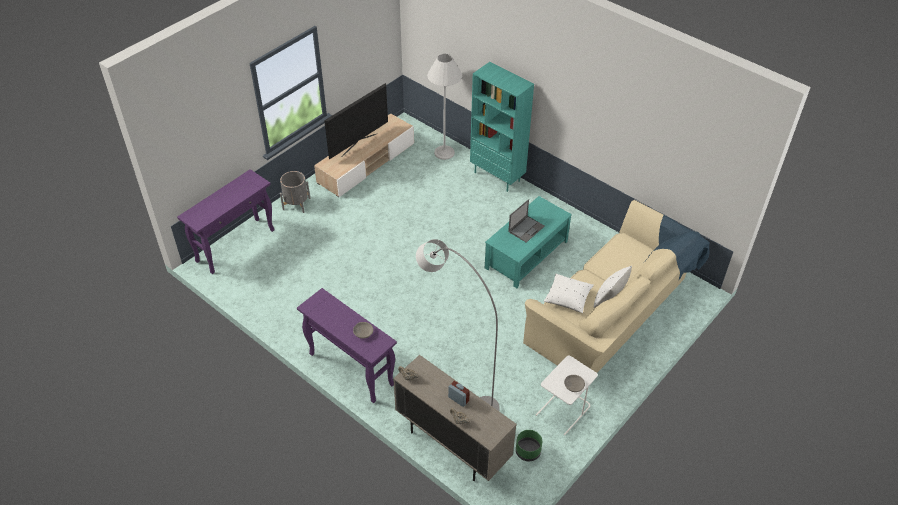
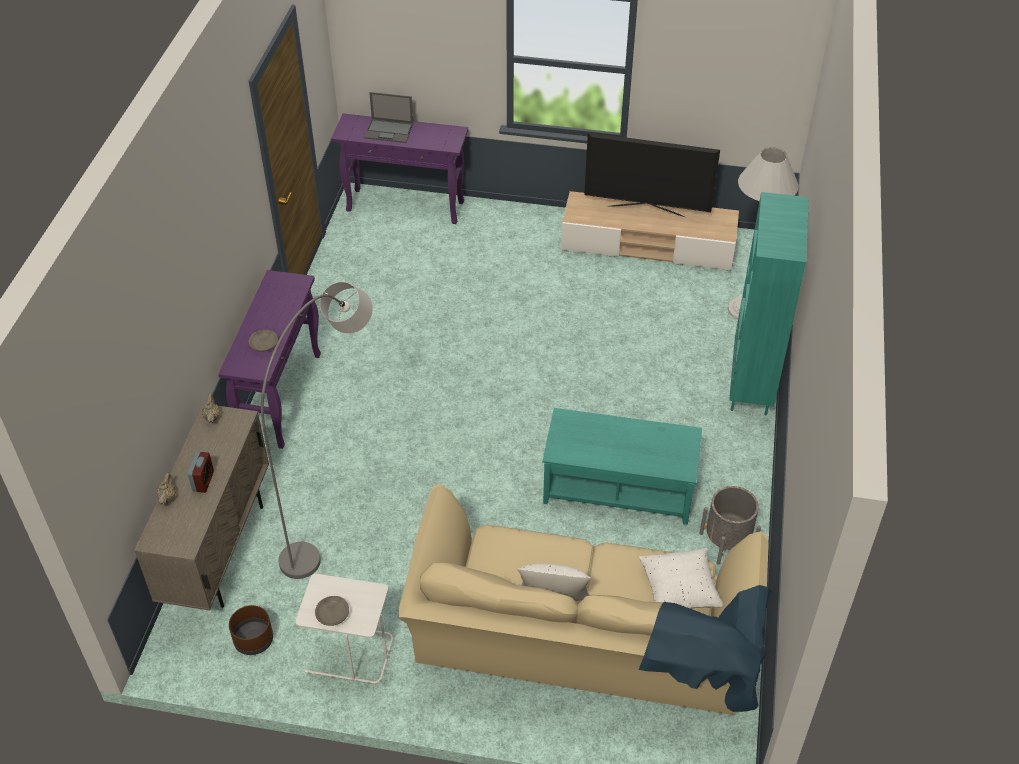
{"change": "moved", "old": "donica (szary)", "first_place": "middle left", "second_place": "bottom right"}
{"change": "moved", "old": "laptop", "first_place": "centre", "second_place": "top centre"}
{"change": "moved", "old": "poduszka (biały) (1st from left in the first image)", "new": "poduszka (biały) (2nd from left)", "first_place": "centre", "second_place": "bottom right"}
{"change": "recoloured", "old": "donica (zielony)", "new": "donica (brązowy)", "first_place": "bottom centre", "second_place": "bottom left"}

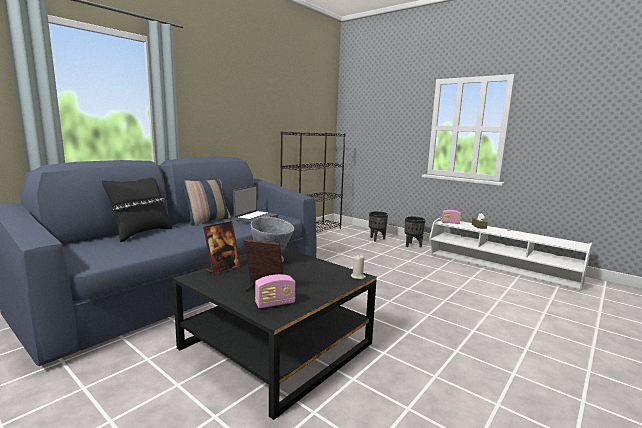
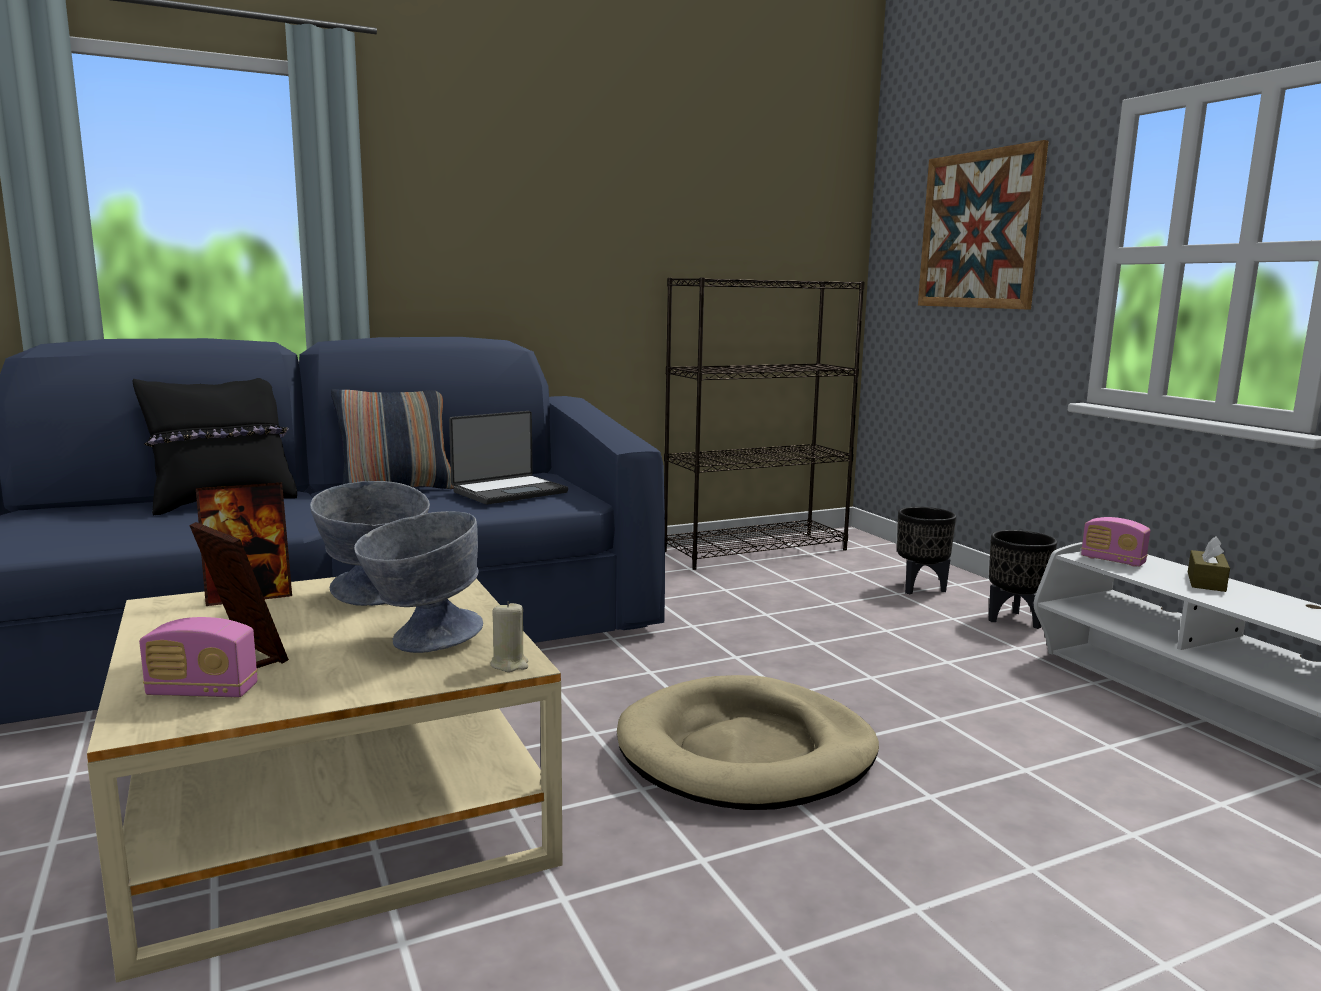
{"change": "recoloured", "old": "ława (czarny)", "new": "ława (beżowy)", "first_place": "bottom centre", "second_place": "bottom left"}
{"change": "added", "new": "obraz", "second_place": "top right"}
{"change": "added", "new": "miska (szary) (2nd from left)", "second_place": "middle left"}
{"change": "added", "new": "legowisko (beżowy)", "second_place": "bottom centre"}

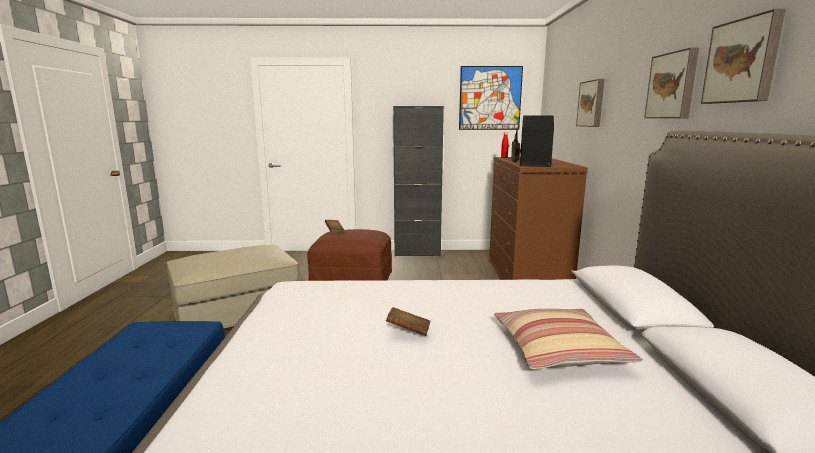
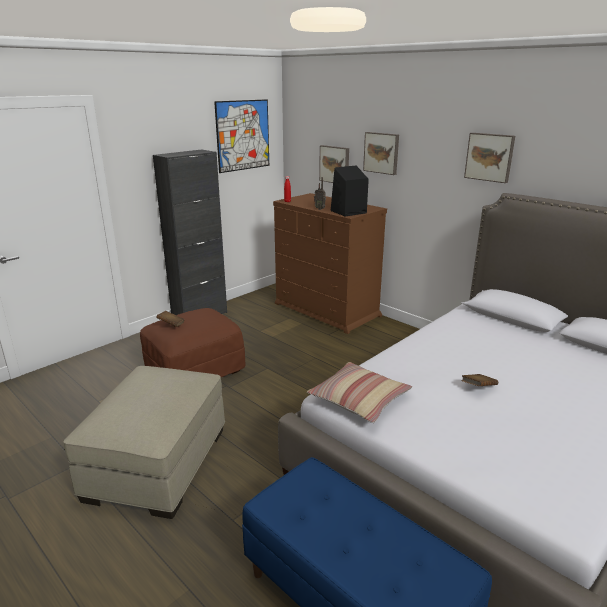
{"change": "moved", "old": "obraz (4th from left in the first image)", "new": "obraz (2nd from left)", "first_place": "top right", "second_place": "top centre"}
{"change": "moved", "old": "poduszka", "first_place": "bottom right", "second_place": "centre"}

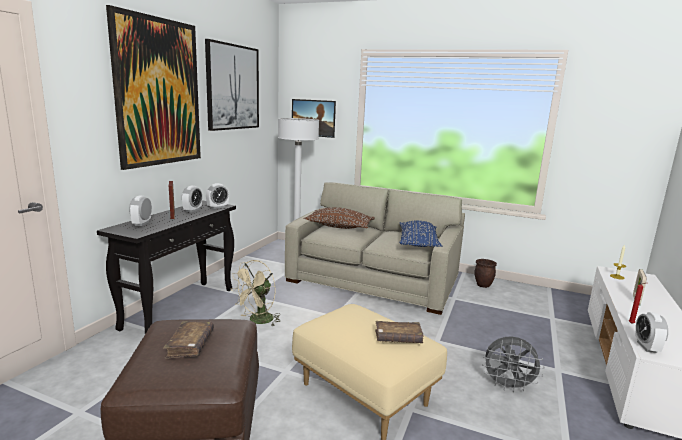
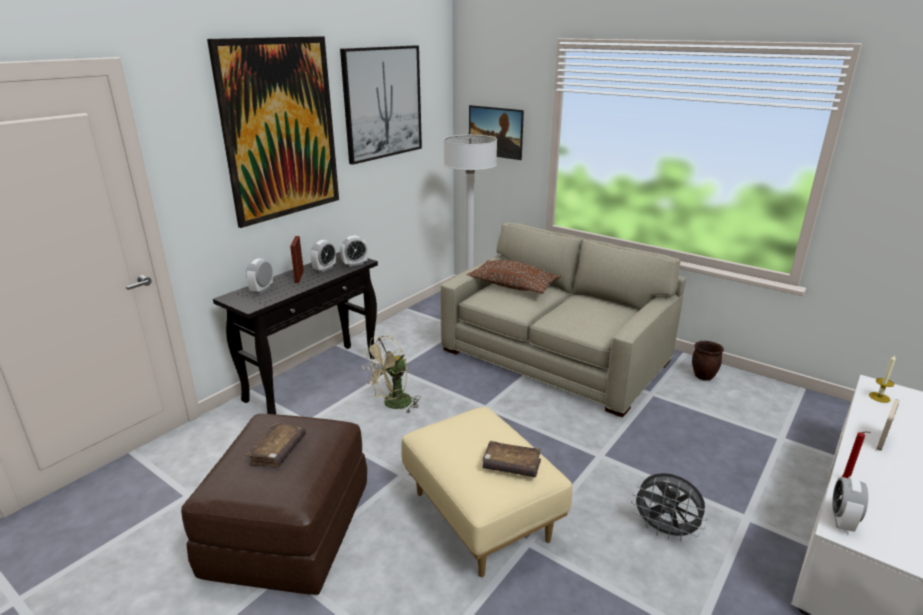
{"change": "removed", "old": "poduszka (niebieski)", "first_place": "centre"}

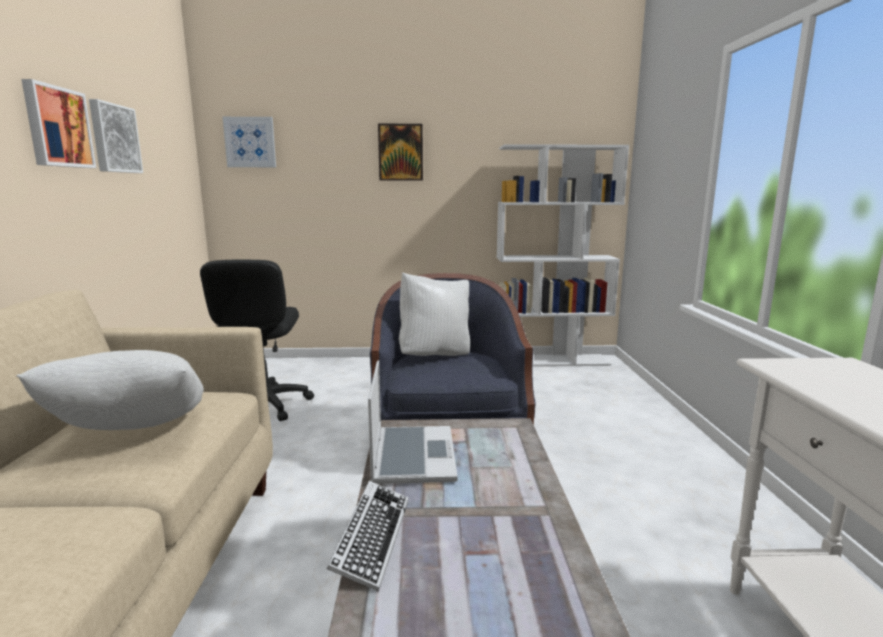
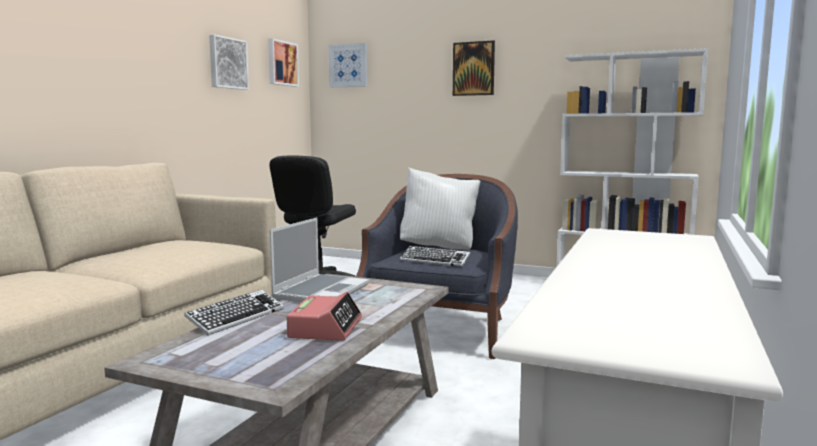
{"change": "moved", "old": "obraz (1st from left in the first image)", "new": "obraz (2nd from left)", "first_place": "top left", "second_place": "top centre"}
{"change": "removed", "old": "poduszka (biały) (1st from left)", "first_place": "middle left"}
{"change": "added", "new": "klawiatura (2nd from left)", "second_place": "centre"}
{"change": "added", "new": "budzik", "second_place": "bottom centre"}

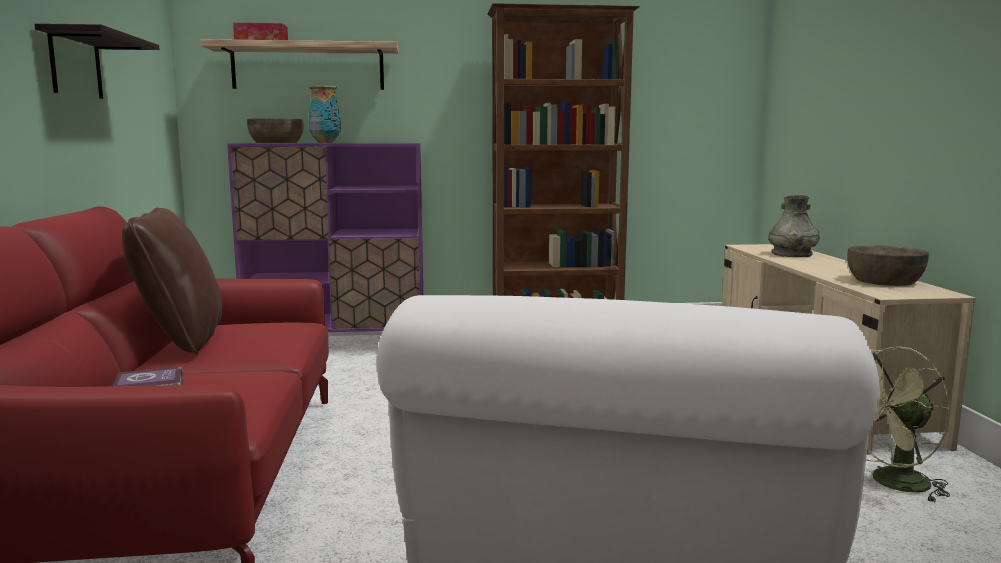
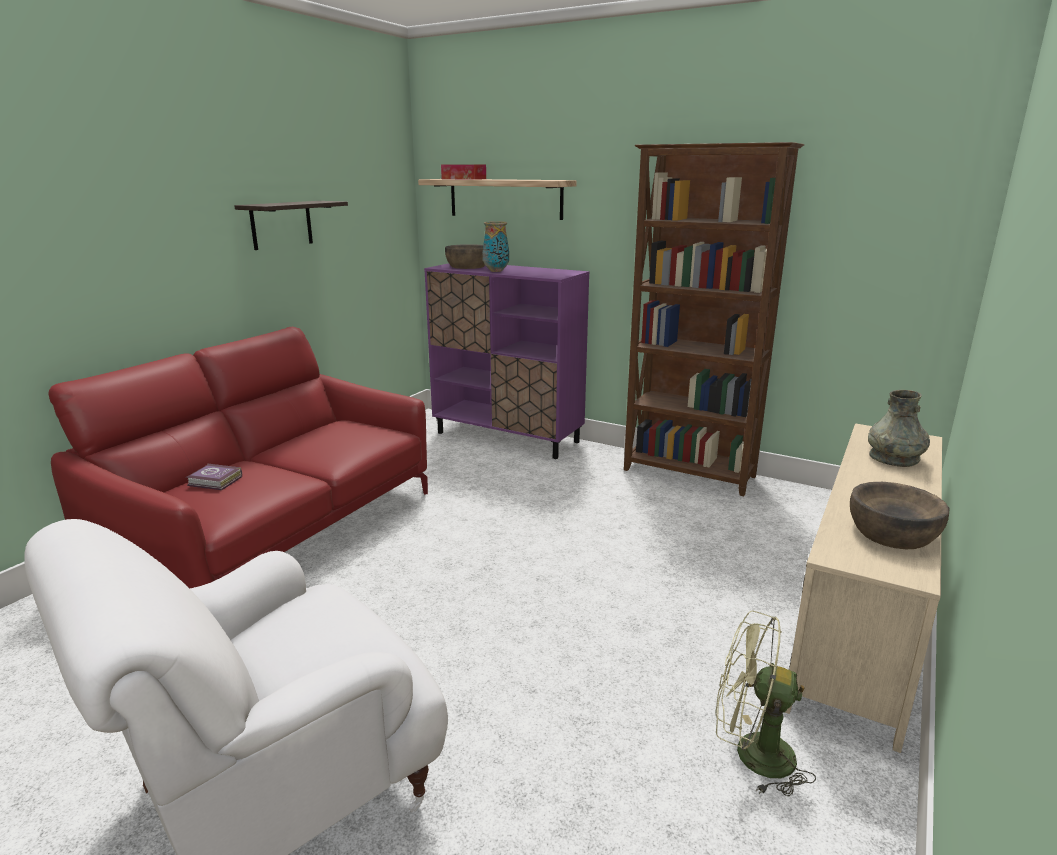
{"change": "removed", "old": "poduszka (brązowy)", "first_place": "middle left"}

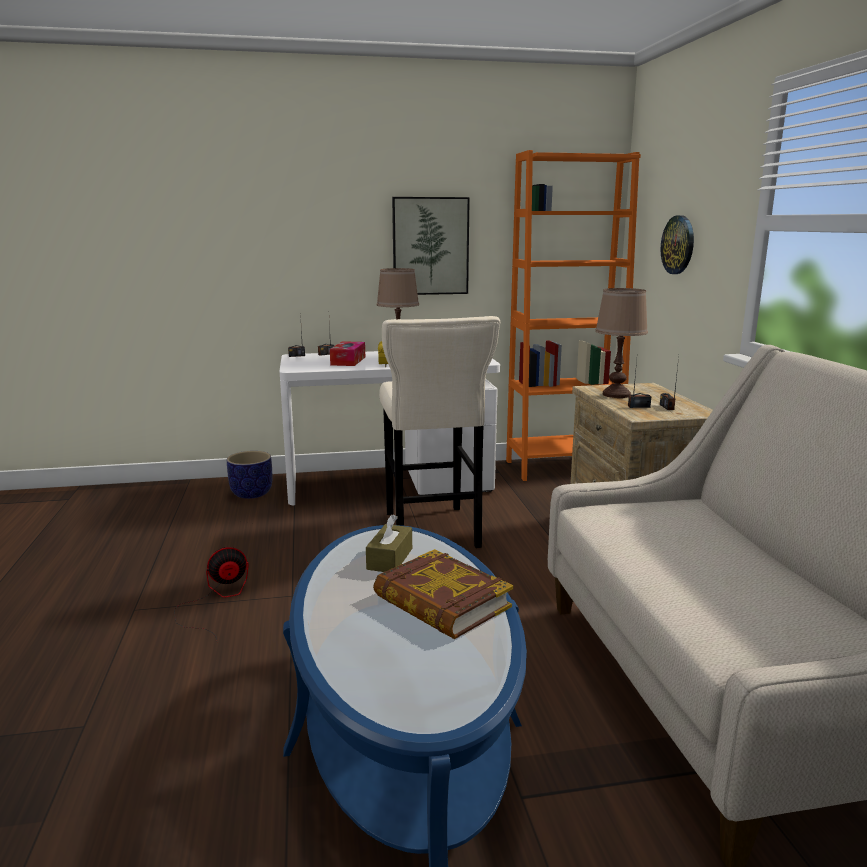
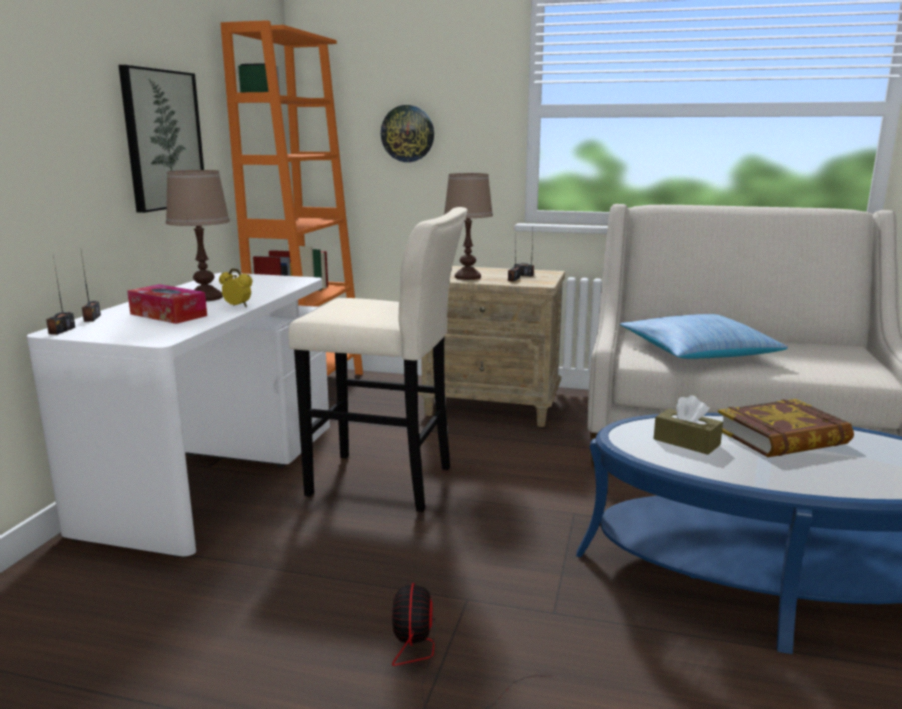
{"change": "removed", "old": "donica", "first_place": "middle left"}
{"change": "added", "new": "poduszka", "second_place": "middle right"}

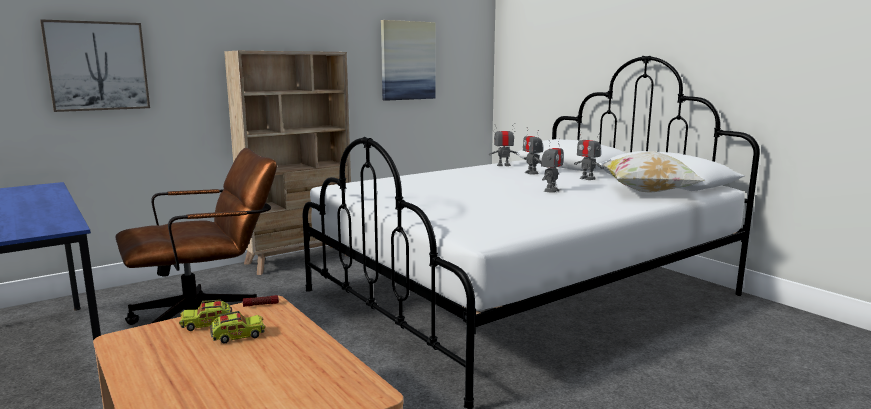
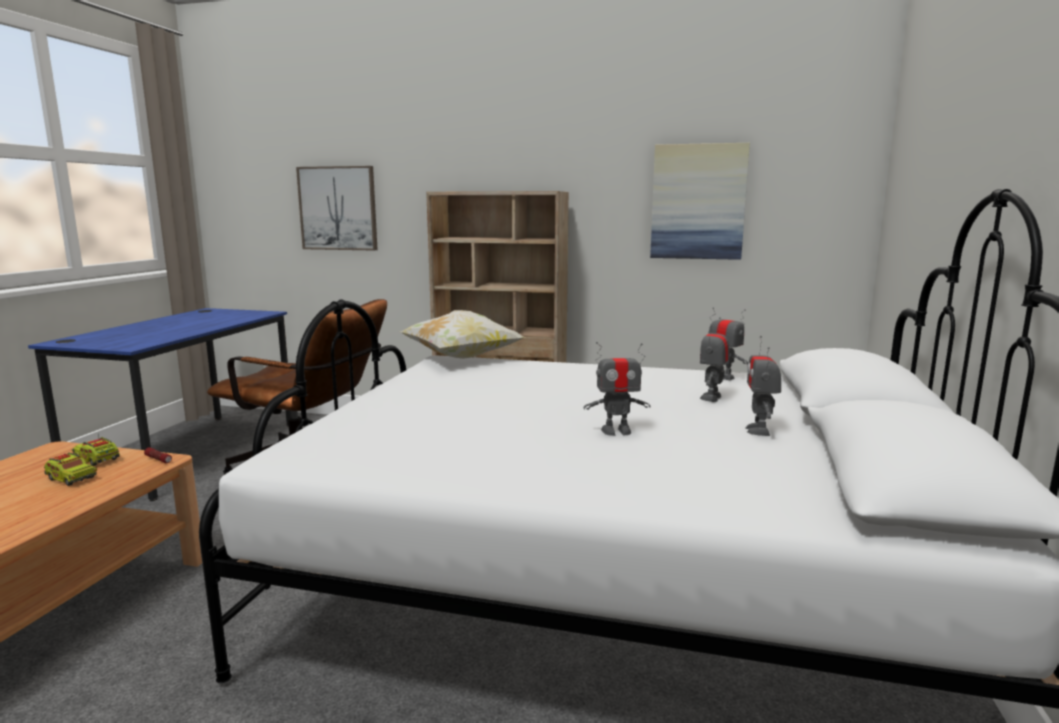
{"change": "moved", "old": "poduszka", "first_place": "middle right", "second_place": "centre"}

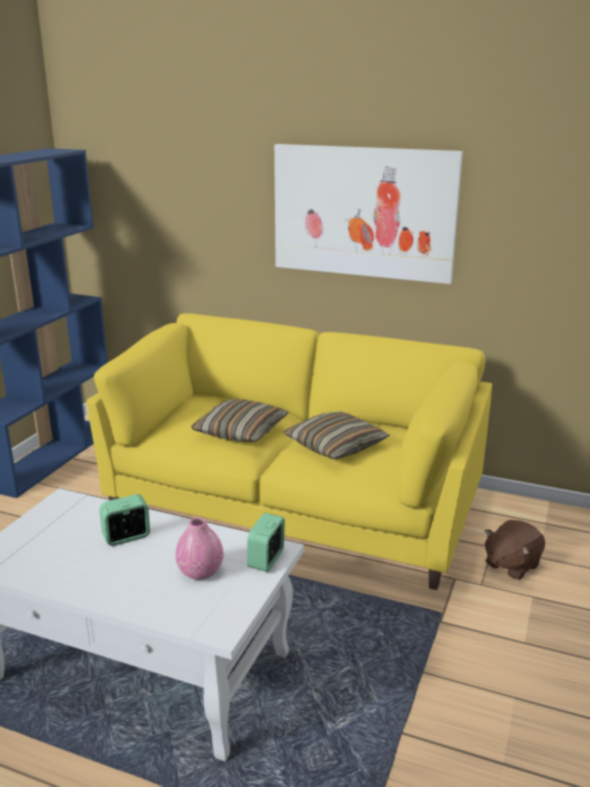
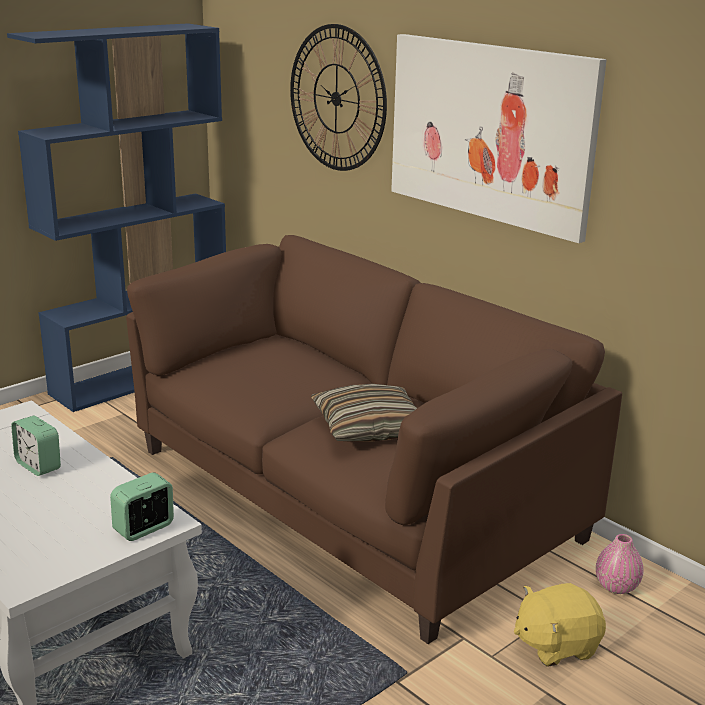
{"change": "recoloured", "old": "kanapa (żółty)", "new": "kanapa (brązowy)", "first_place": "centre", "second_place": "centre"}
{"change": "removed", "old": "poduszka (1st from left)", "first_place": "centre"}
{"change": "turned", "old": "budzik (1st from left)", "first_place": "middle left", "second_place": "middle left", "degrees": -135}
{"change": "moved", "old": "wazon (różowy)", "first_place": "bottom centre", "second_place": "bottom right"}
{"change": "recoloured", "old": "pluszak (brązowy)", "new": "pluszak (żółty)", "first_place": "bottom right", "second_place": "bottom right"}
{"change": "added", "new": "zegar ścienny", "second_place": "top centre"}

